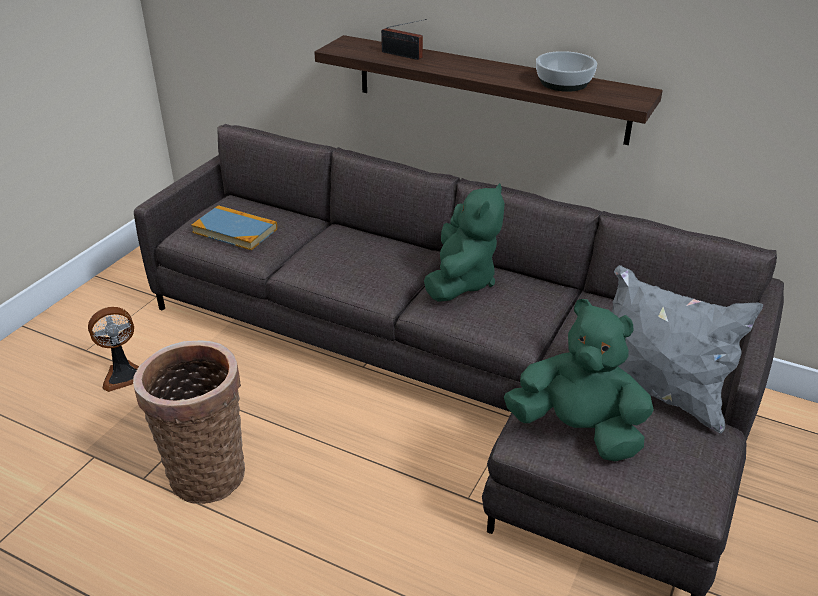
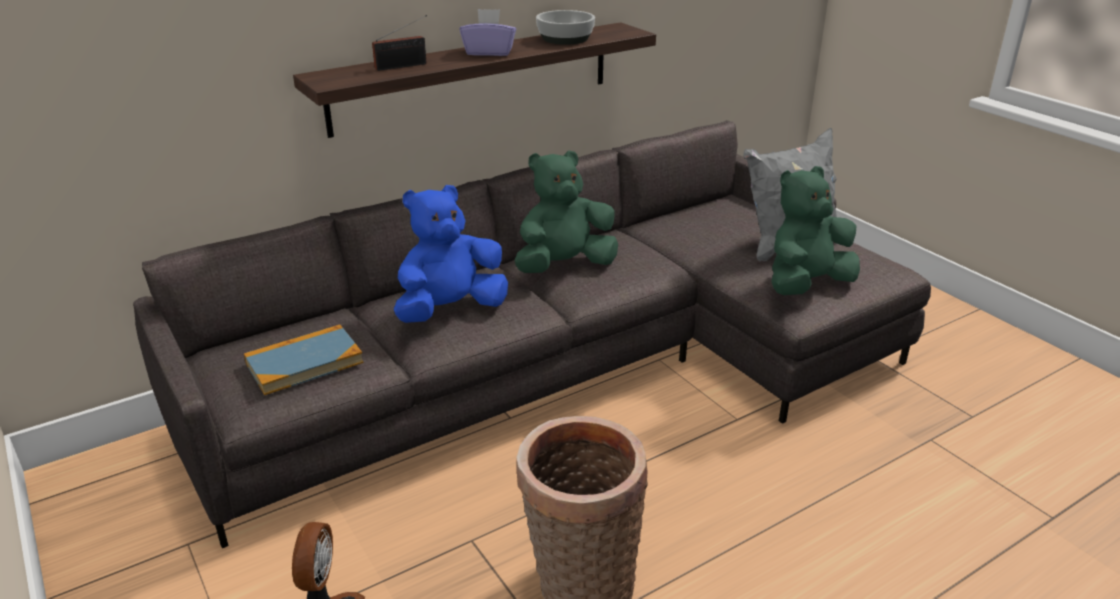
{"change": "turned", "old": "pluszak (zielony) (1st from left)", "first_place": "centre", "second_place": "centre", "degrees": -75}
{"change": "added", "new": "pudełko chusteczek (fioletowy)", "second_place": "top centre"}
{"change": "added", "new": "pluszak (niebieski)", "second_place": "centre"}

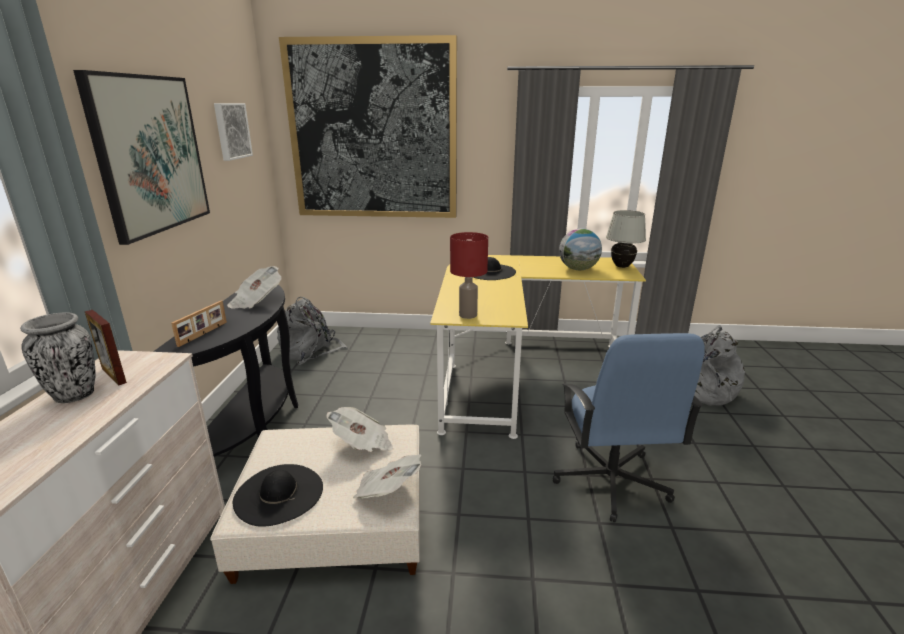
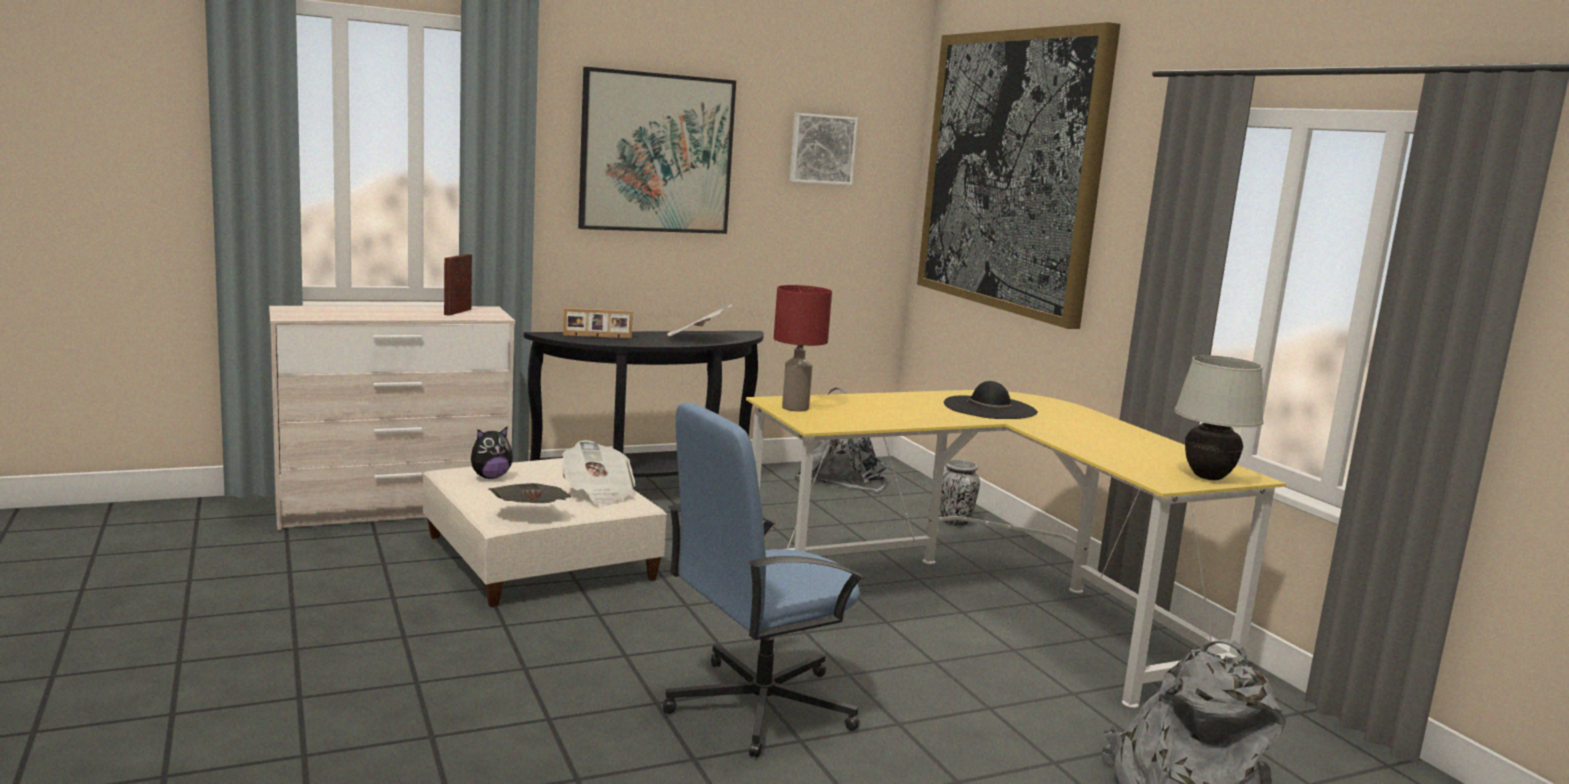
{"change": "removed", "old": "globus", "first_place": "centre"}
{"change": "moved", "old": "wazon", "first_place": "middle left", "second_place": "centre"}
{"change": "replaced", "old": "kapelusz (czarny) (1st from left)", "new": "pluszak", "first_place": "bottom left", "second_place": "middle left"}

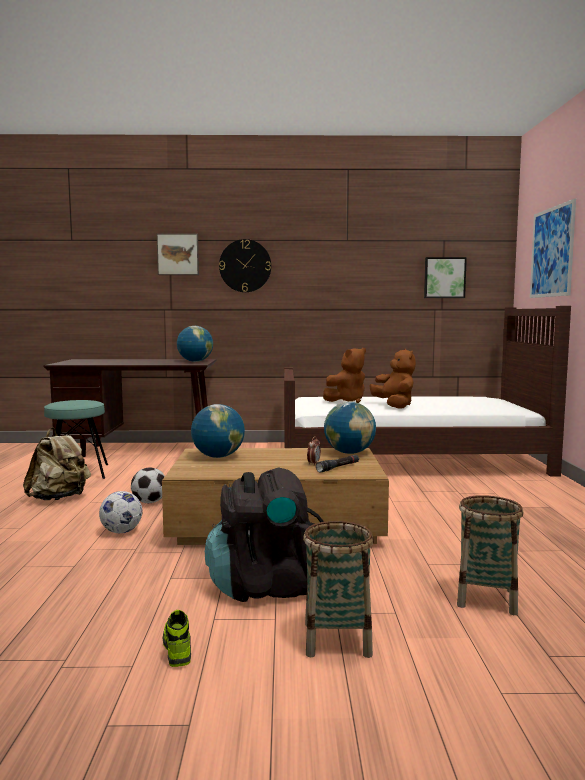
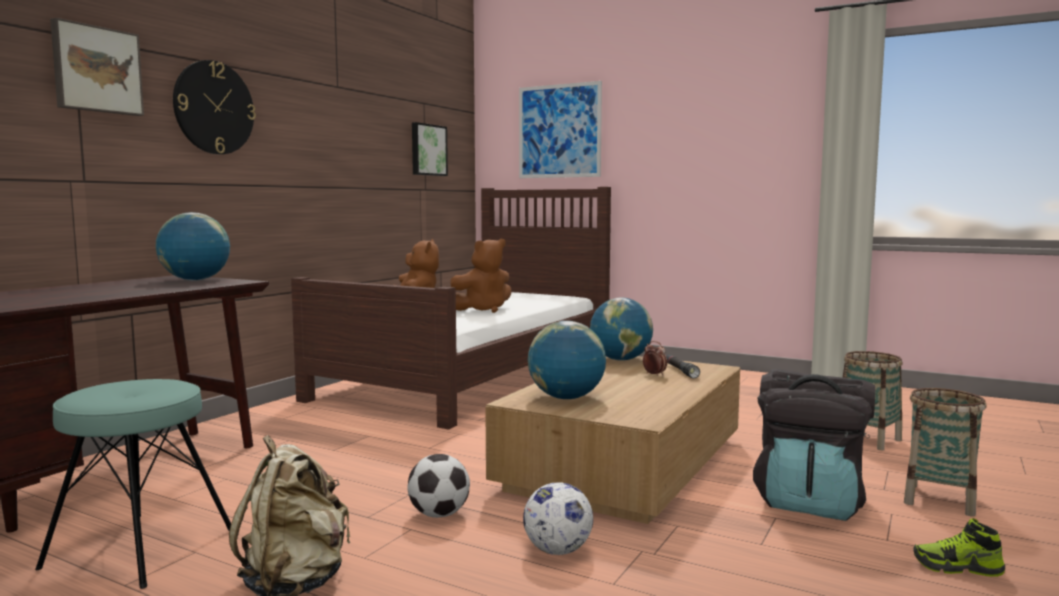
{"change": "turned", "old": "pluszak (brązowy) (2nd from left)", "first_place": "middle right", "second_place": "centre", "degrees": 135}

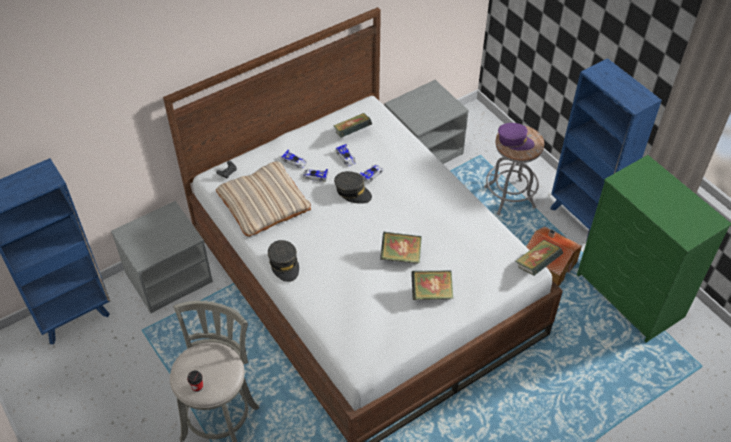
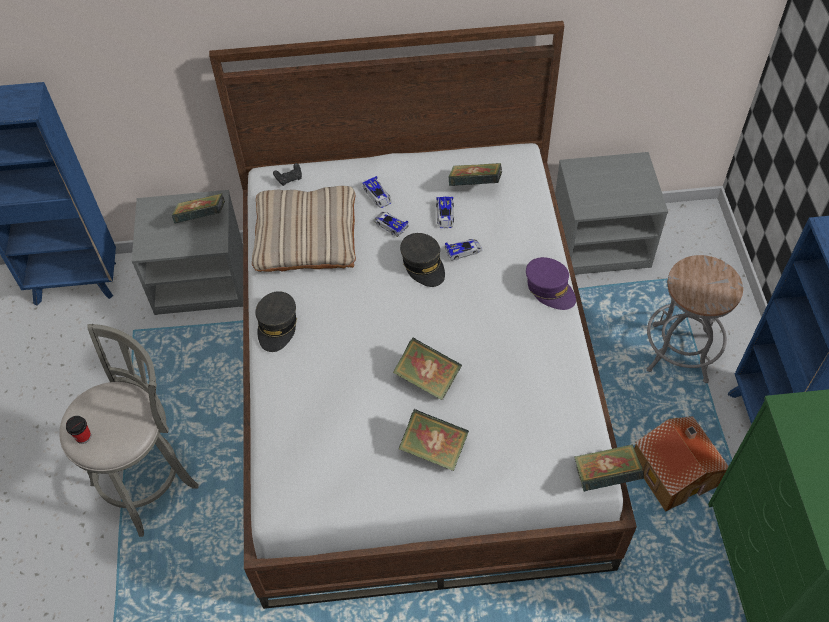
{"change": "moved", "old": "czapka z daszkiem (fioletowy)", "first_place": "top right", "second_place": "centre"}
{"change": "added", "new": "książka (1st from left)", "second_place": "middle left"}

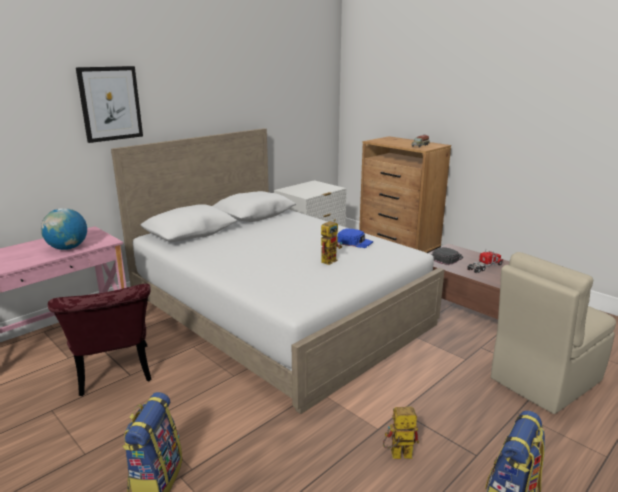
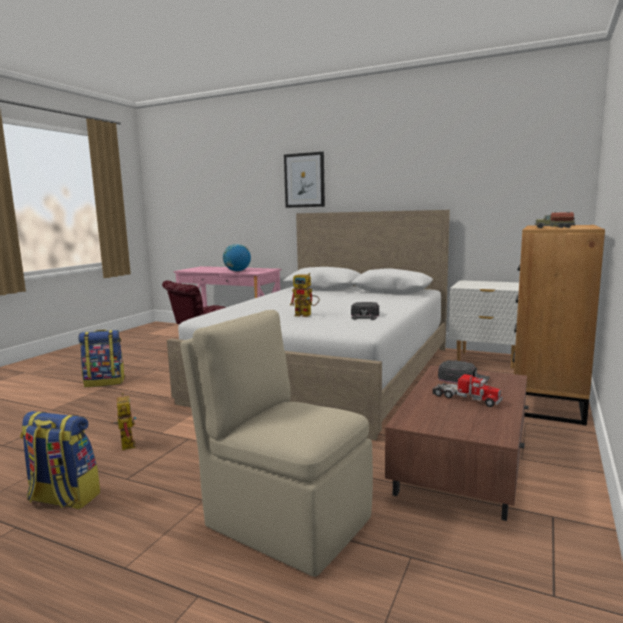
{"change": "recoloured", "old": "czapka z daszkiem (niebieski)", "new": "czapka z daszkiem (czarny) (1st from left)", "first_place": "centre", "second_place": "centre"}

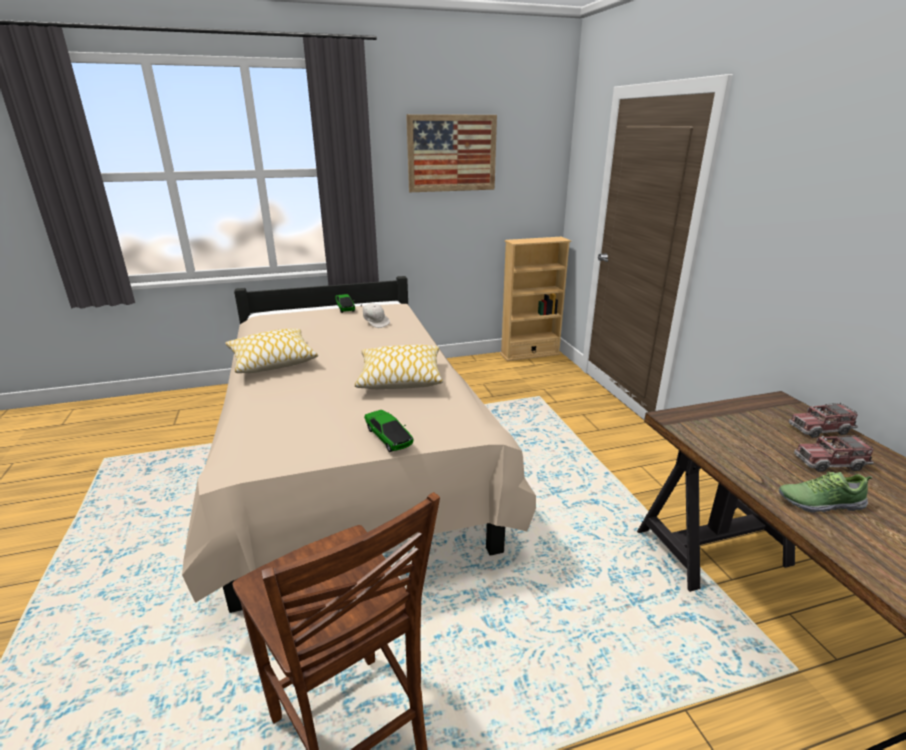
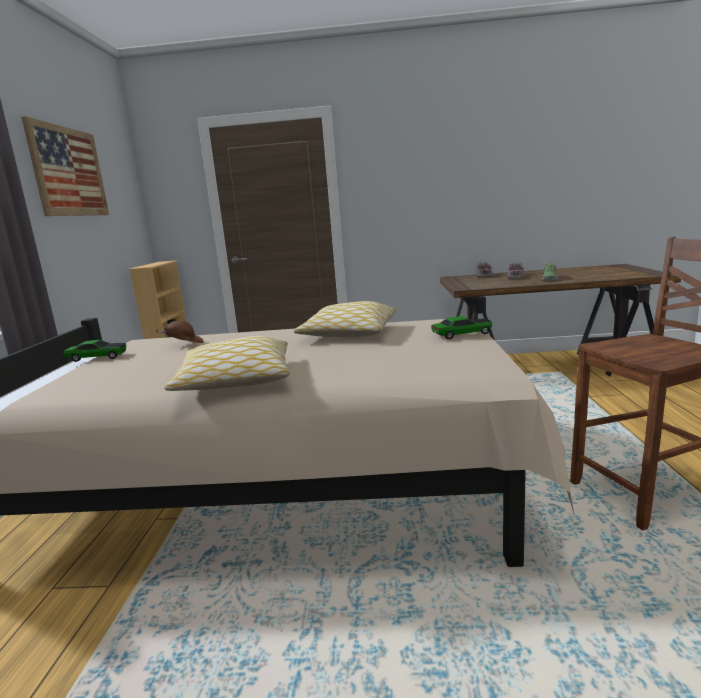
{"change": "recoloured", "old": "czapka z daszkiem (biały)", "new": "czapka z daszkiem (brązowy)", "first_place": "centre", "second_place": "middle left"}

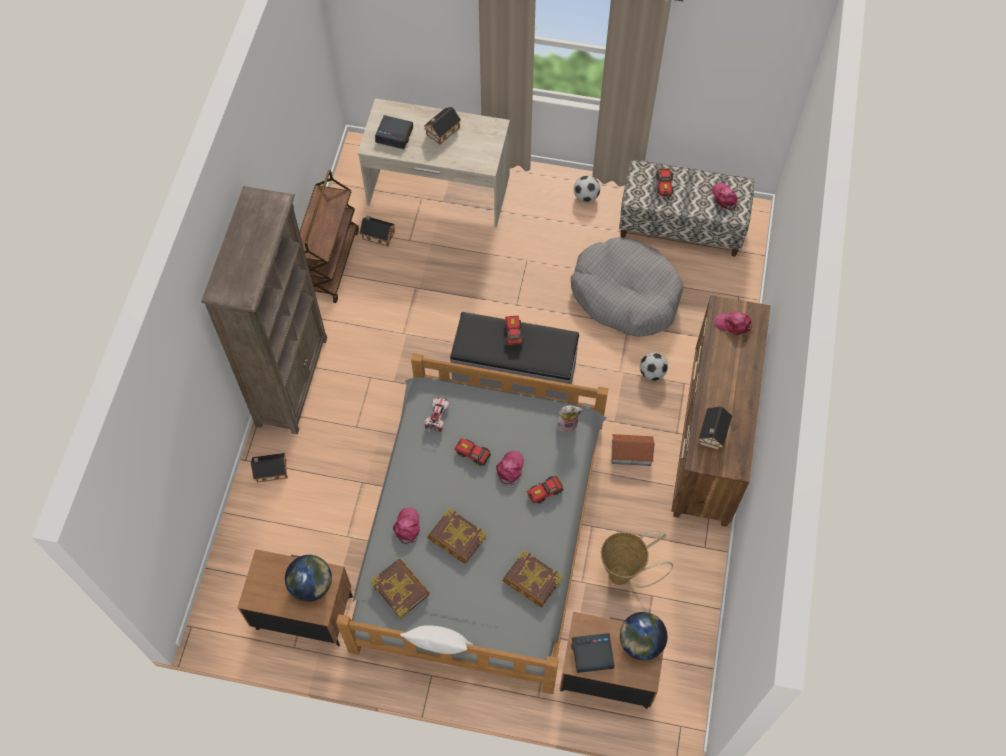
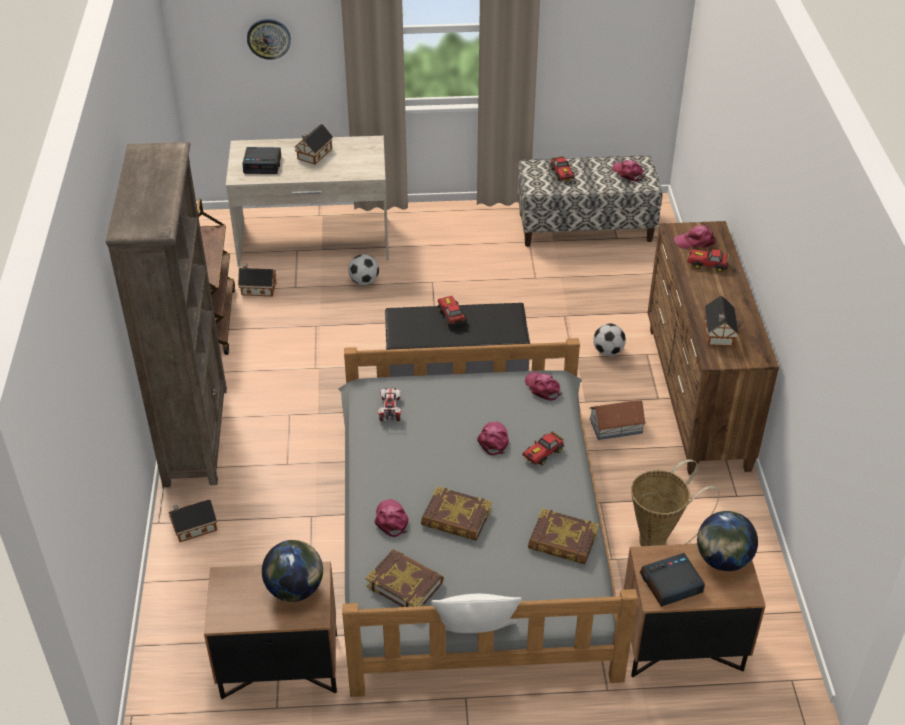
{"change": "moved", "old": "piłka futbolowa (1st from left)", "first_place": "top centre", "second_place": "centre"}
{"change": "removed", "old": "legowisko (szary)", "first_place": "centre"}
{"change": "replaced", "old": "pluszak", "new": "czapka z daszkiem (różowy) (3rd from left)", "first_place": "centre", "second_place": "centre"}
{"change": "moved", "old": "samochodzik (2nd from left in the first image)", "new": "samochodzik (5th from left)", "first_place": "centre", "second_place": "middle right"}
{"change": "added", "new": "zegar ścienny", "second_place": "top left"}

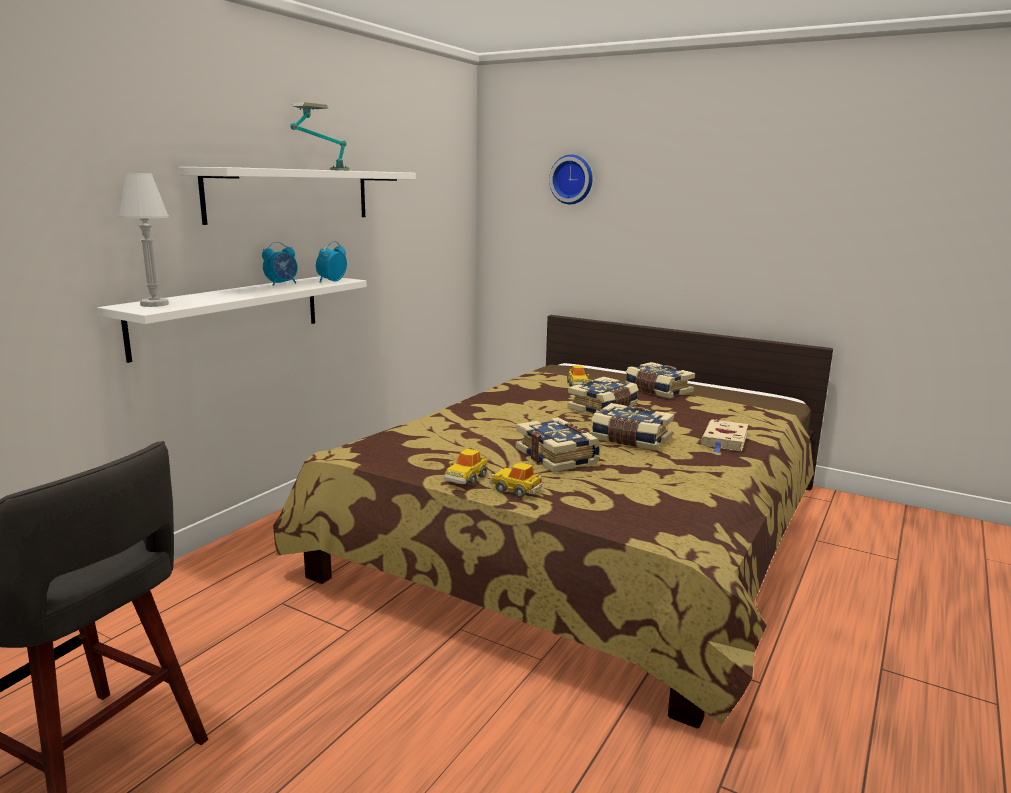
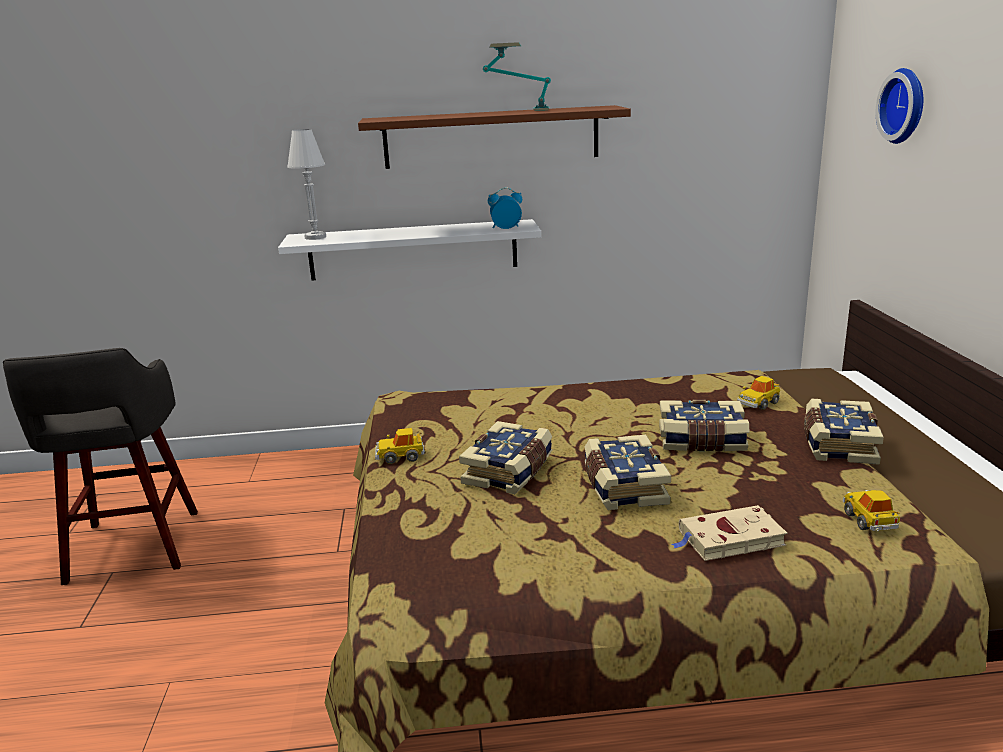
{"change": "recoloured", "old": "półka (biały) (2nd from left)", "new": "półka (brązowy)", "first_place": "top left", "second_place": "top centre"}
{"change": "removed", "old": "budzik (1st from left)", "first_place": "top left"}
{"change": "moved", "old": "samochodzik (2nd from left in the first image)", "new": "samochodzik (3rd from left)", "first_place": "centre", "second_place": "bottom right"}

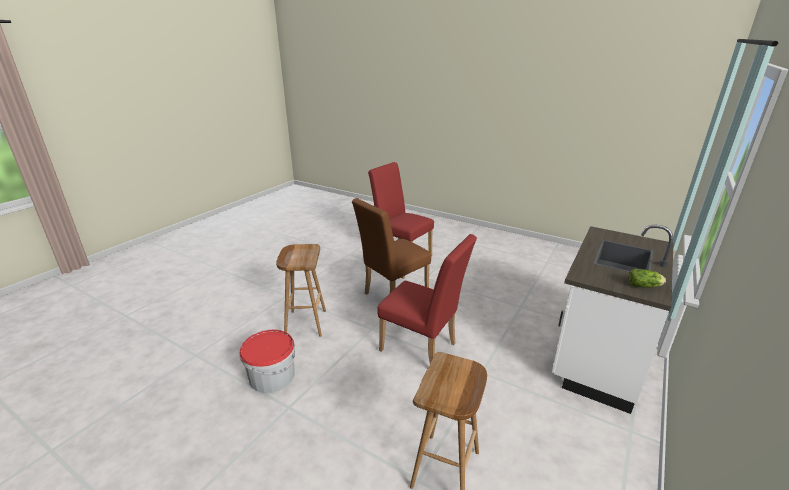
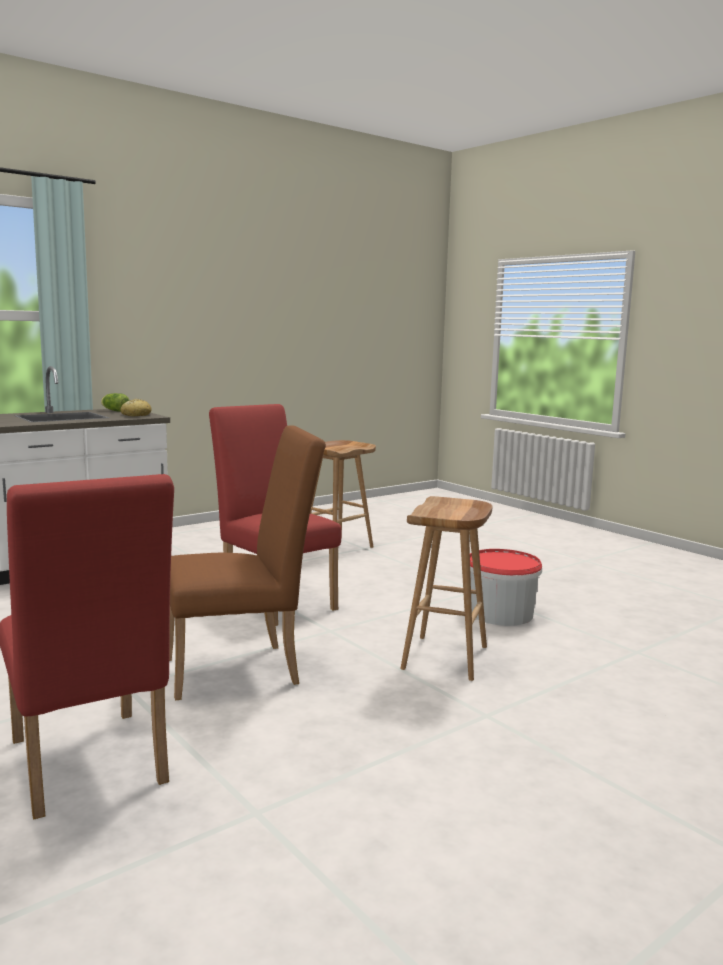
{"change": "added", "new": "chleb", "second_place": "middle left"}

